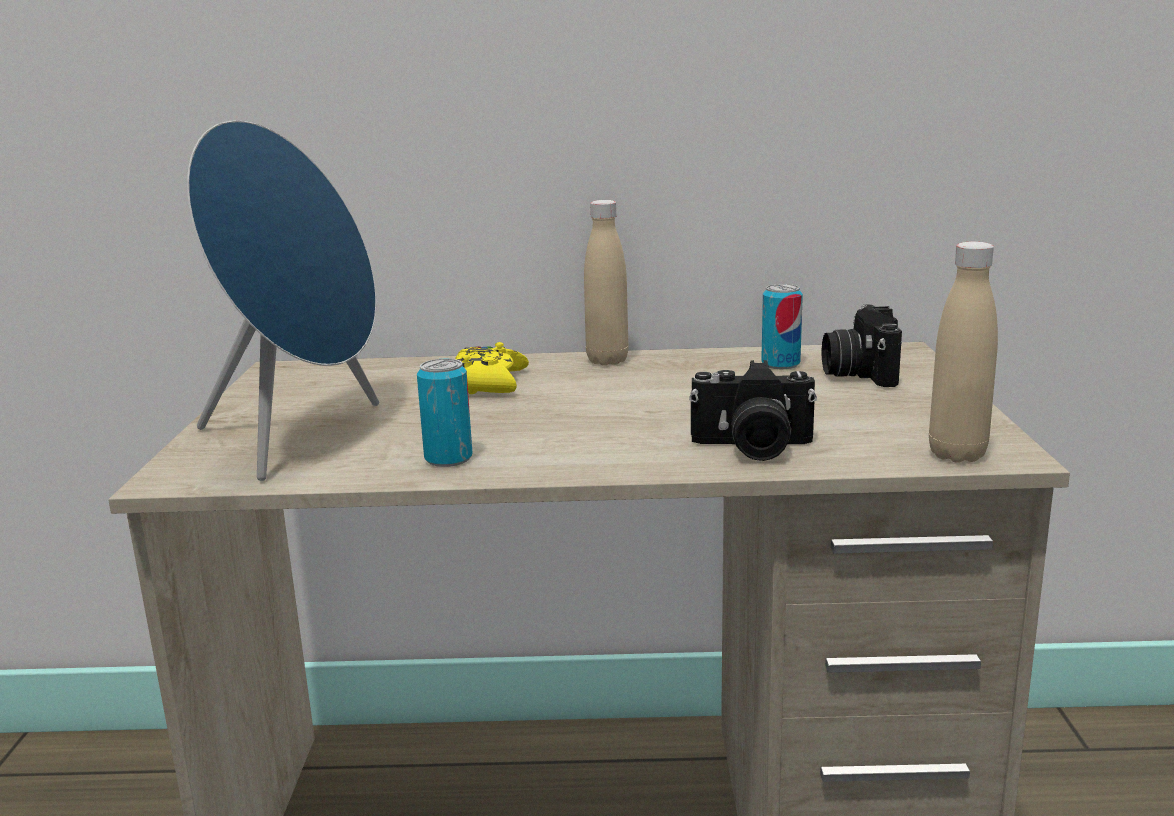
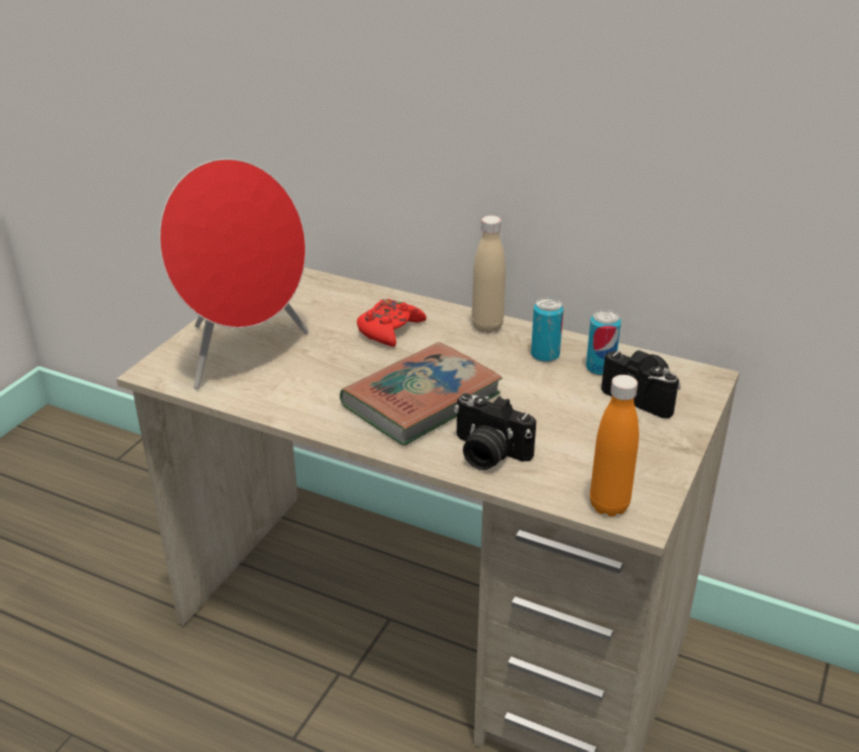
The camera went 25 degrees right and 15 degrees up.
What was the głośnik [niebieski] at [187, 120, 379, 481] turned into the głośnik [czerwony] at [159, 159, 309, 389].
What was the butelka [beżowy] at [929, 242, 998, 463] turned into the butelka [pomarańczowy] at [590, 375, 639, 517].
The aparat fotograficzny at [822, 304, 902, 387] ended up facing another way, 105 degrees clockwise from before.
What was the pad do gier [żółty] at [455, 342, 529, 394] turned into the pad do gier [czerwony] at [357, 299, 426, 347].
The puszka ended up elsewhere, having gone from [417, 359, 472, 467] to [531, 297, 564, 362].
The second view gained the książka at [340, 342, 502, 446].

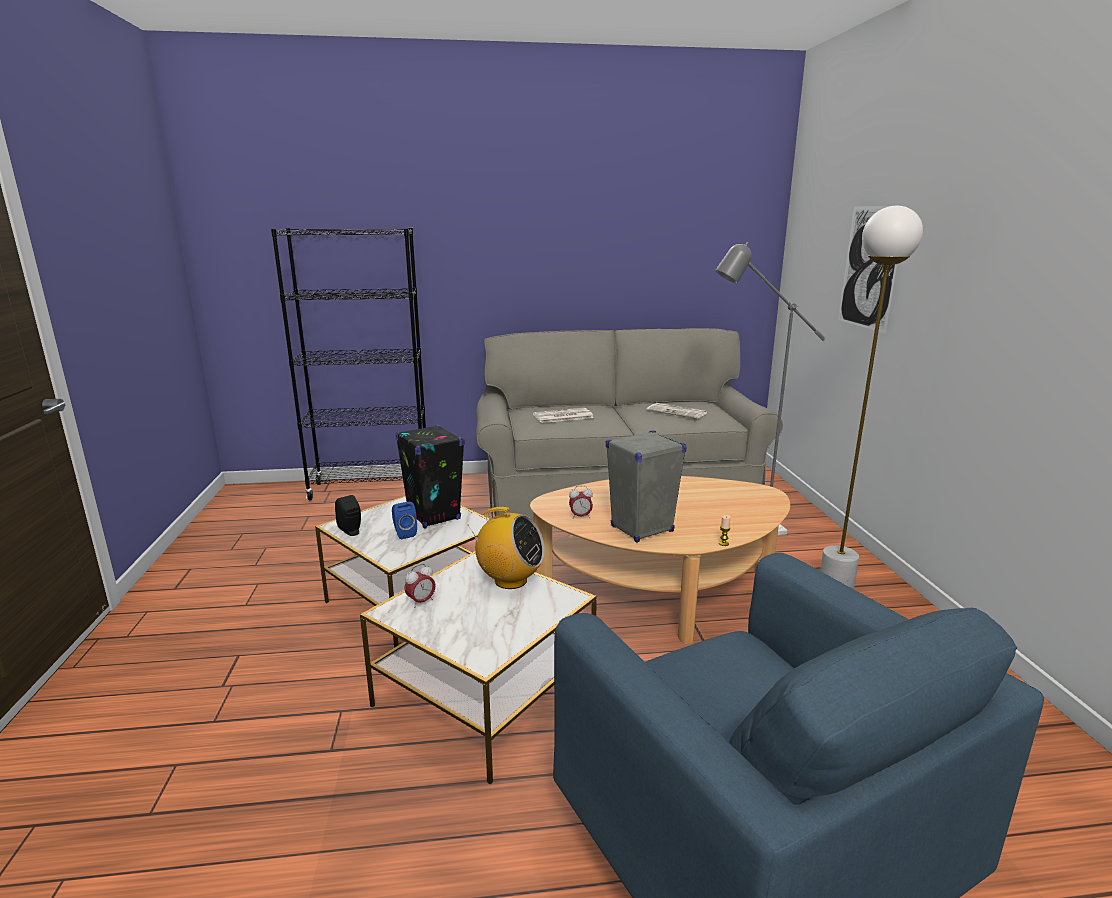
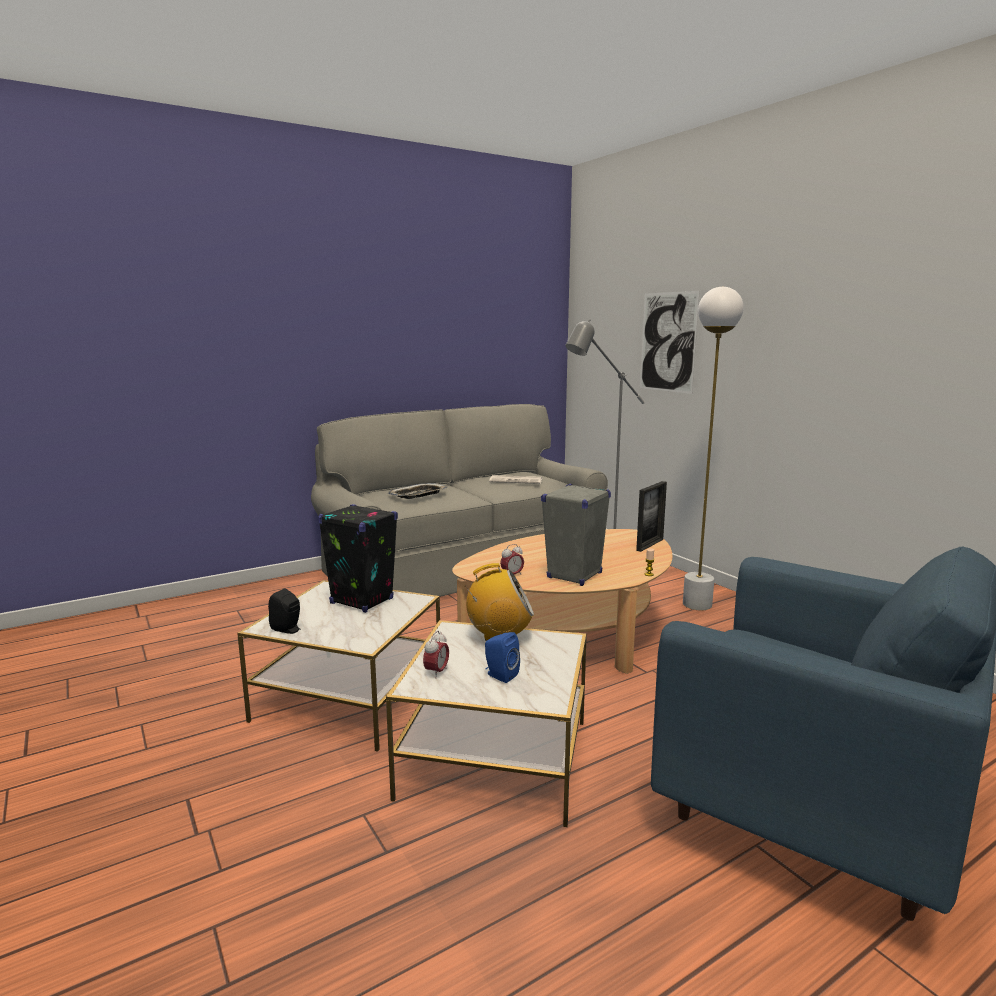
The camera went 25 degrees left and 5 degrees down.
The second view lost the regał [czarny] at [271, 228, 426, 500].
Where the gazeta stood at [533, 408, 594, 423], the taca came to stand at [388, 483, 447, 499].
The głośnik [niebieski] ended up elsewhere, having gone from [392, 502, 417, 539] to [485, 632, 520, 683].
The second view gained the ramka na zdjęcie at [636, 481, 667, 552].

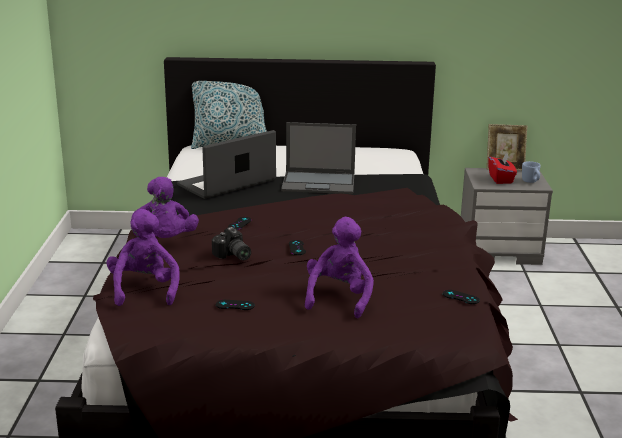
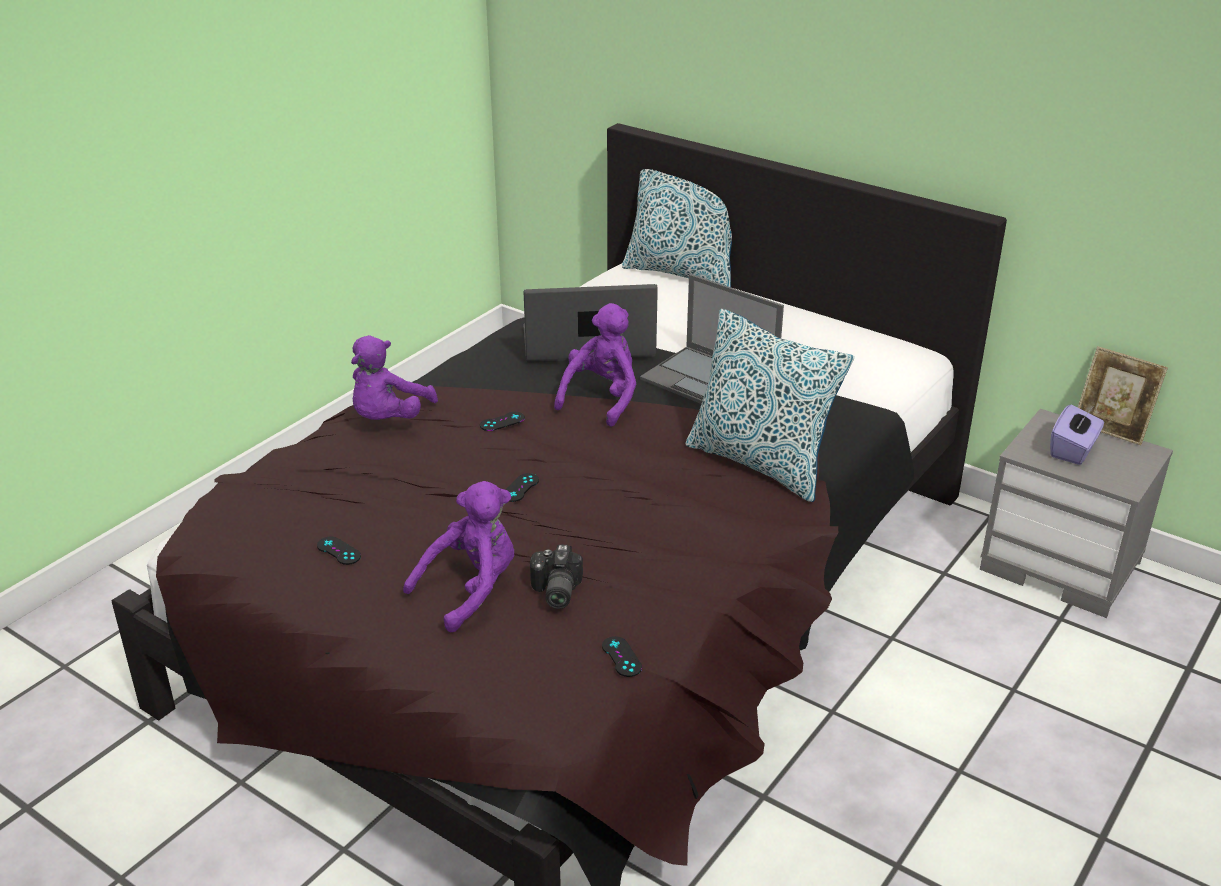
The camera went 35 degrees right and 10 degrees up.
What was the pudełko chusteczek [czerwony] at [488, 153, 517, 184] turned into the pudełko chusteczek [fioletowy] at [1050, 405, 1104, 465].
The second view lost the kubek [niebieski] at [522, 161, 541, 183].
The pluszak [fioletowy] ended up elsewhere, having gone from [107, 209, 180, 306] to [554, 303, 636, 427].
The aparat fotograficzny ended up elsewhere, having gone from [212, 227, 251, 260] to [530, 544, 583, 609].
The second view gained the poduszka at [685, 309, 854, 502].

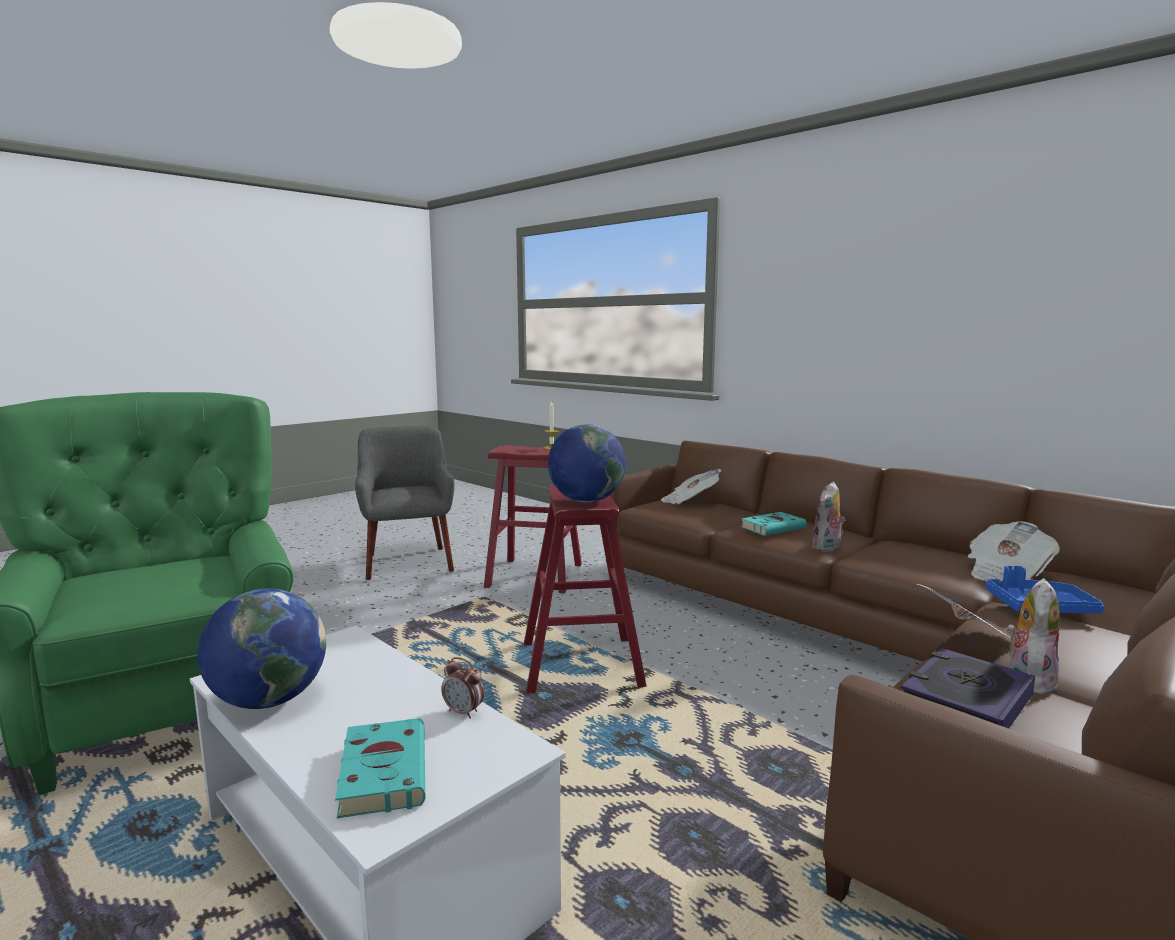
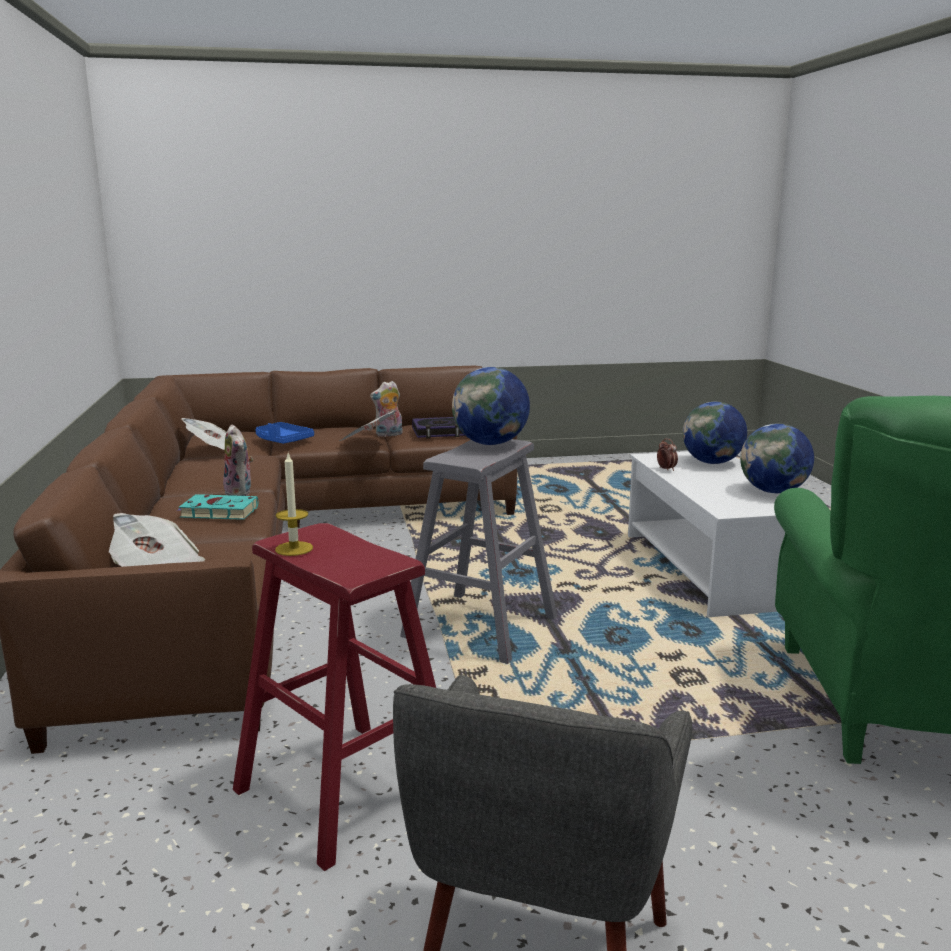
The camera went 145 degrees left and 5 degrees up.
The pluszak at [812, 482, 846, 552] ended up facing another way, 75 degrees clockwise from before.
What was the stołek [czerwony] at [524, 485, 647, 694] turned into the stołek [szary] at [400, 439, 557, 664].
Where the książka [turkusowy] stood at [335, 718, 425, 818], the globus came to stand at [683, 402, 747, 464].

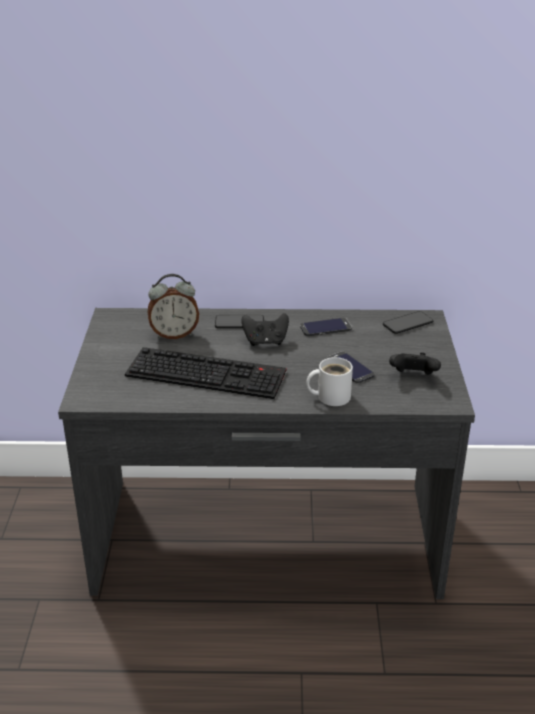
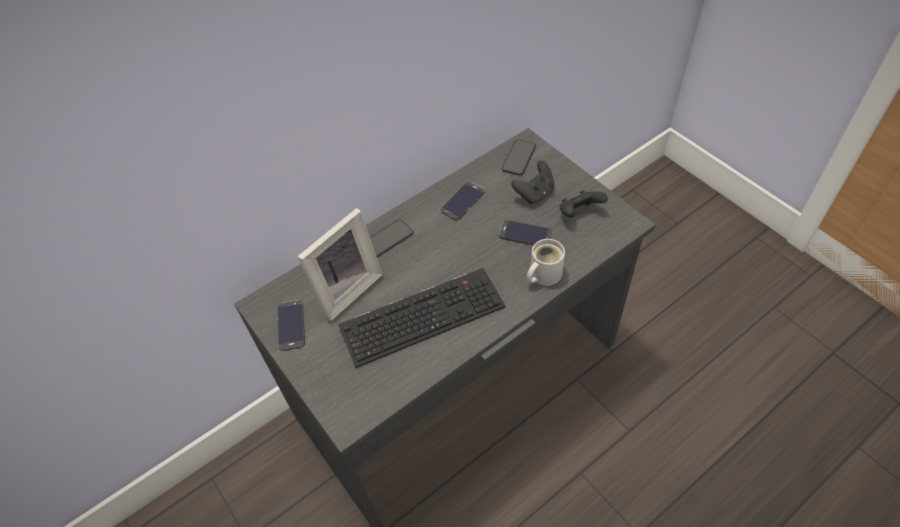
The camera went 35 degrees left and 20 degrees up.
Where the budzik stood at [148, 274, 199, 339], the ramka na zdjęcie came to stand at [298, 208, 383, 321].
The pad do gier [czarny] ended up elsewhere, having gone from [241, 313, 289, 346] to [511, 161, 555, 204].
The second view gained the telefon at [277, 300, 305, 351].

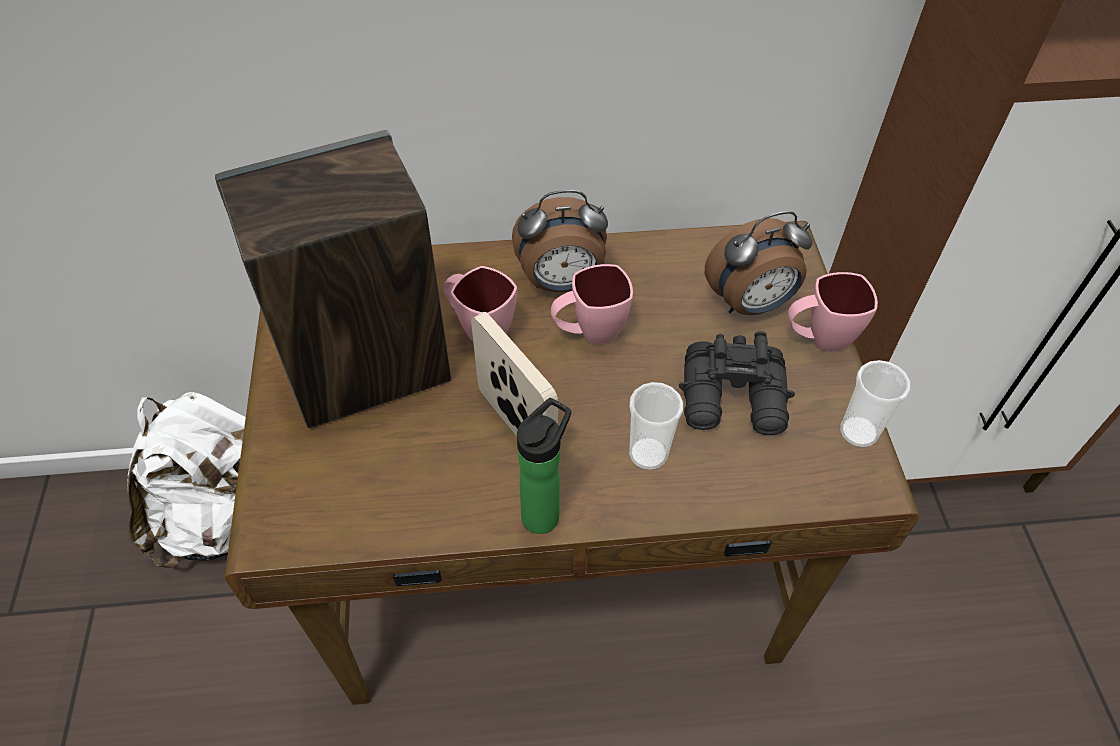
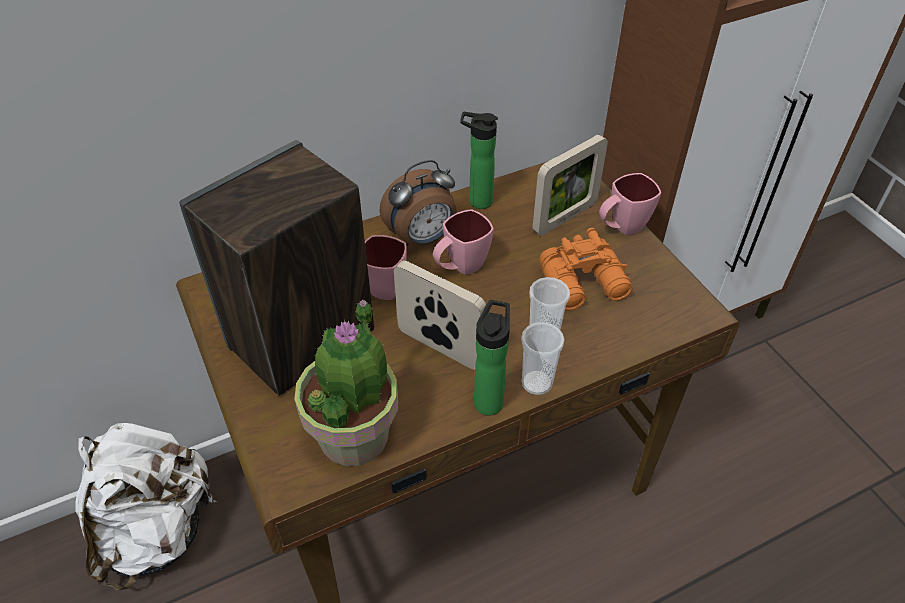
The camera went 20 degrees left and 5 degrees down.
Where the budzik stood at [705, 211, 813, 315], the ramka na zdjęcie came to stand at [532, 135, 608, 236].
What was the lornetka [czarny] at [679, 331, 795, 435] turned into the lornetka [pomarańczowy] at [539, 228, 632, 311].
The filiżanka ended up elsewhere, having gone from [840, 360, 911, 447] to [521, 322, 564, 395].
The second view gained the butelka at [460, 112, 498, 209].
The second view gained the roślina doniczkowa at [294, 300, 398, 466].

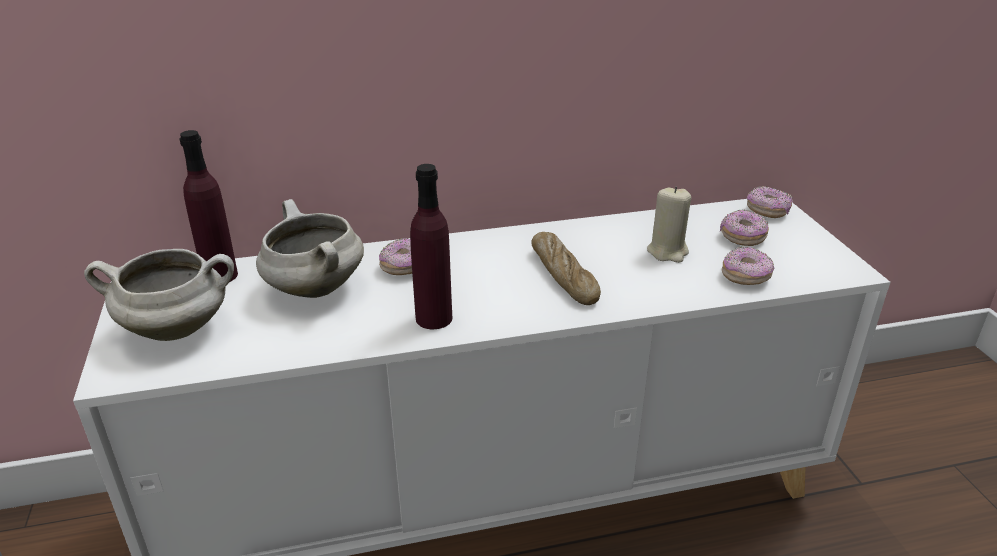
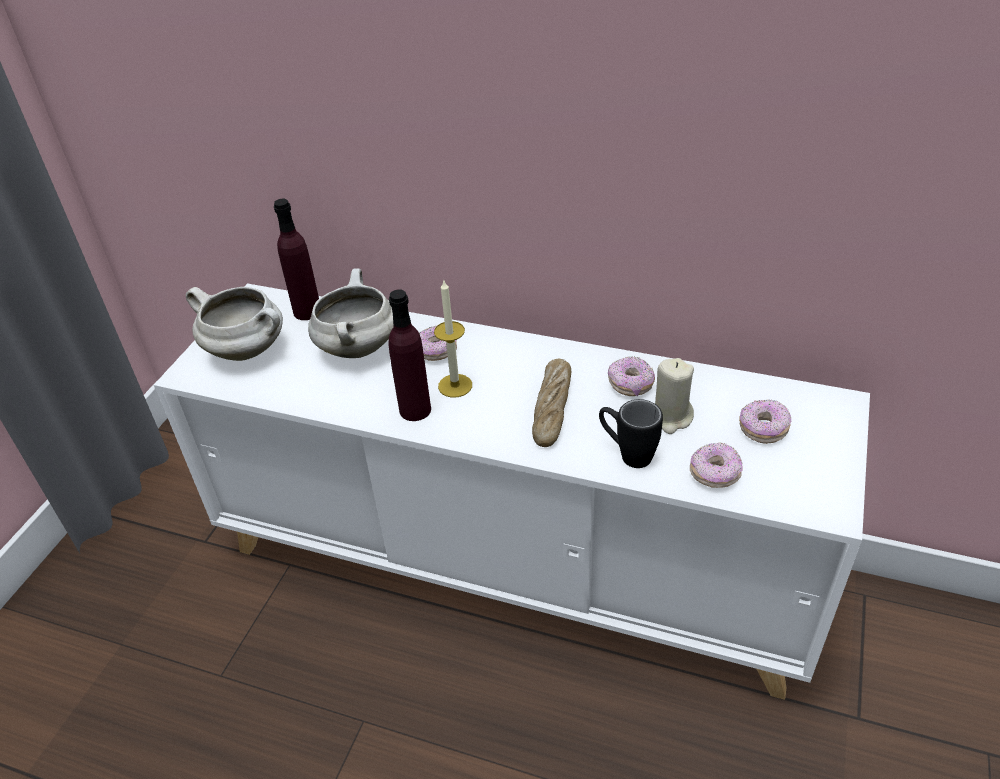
The camera went 35 degrees right and 10 degrees up.
The donut ended up elsewhere, having gone from [747, 186, 793, 218] to [608, 356, 655, 396].
The second view gained the świeca at [434, 281, 472, 398].
The second view gained the kubek [czarny] at [599, 399, 663, 468].

